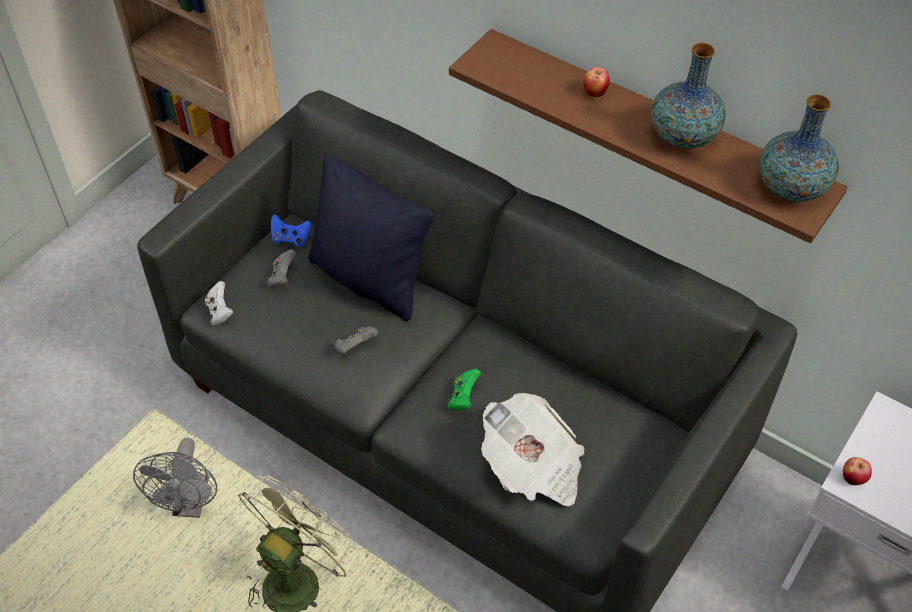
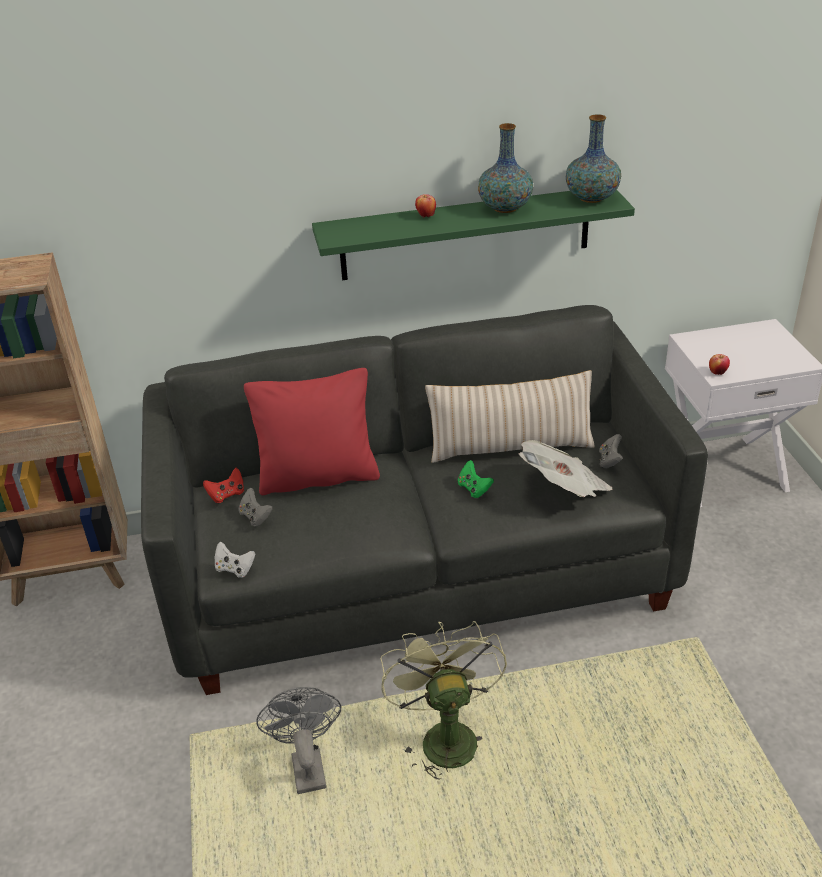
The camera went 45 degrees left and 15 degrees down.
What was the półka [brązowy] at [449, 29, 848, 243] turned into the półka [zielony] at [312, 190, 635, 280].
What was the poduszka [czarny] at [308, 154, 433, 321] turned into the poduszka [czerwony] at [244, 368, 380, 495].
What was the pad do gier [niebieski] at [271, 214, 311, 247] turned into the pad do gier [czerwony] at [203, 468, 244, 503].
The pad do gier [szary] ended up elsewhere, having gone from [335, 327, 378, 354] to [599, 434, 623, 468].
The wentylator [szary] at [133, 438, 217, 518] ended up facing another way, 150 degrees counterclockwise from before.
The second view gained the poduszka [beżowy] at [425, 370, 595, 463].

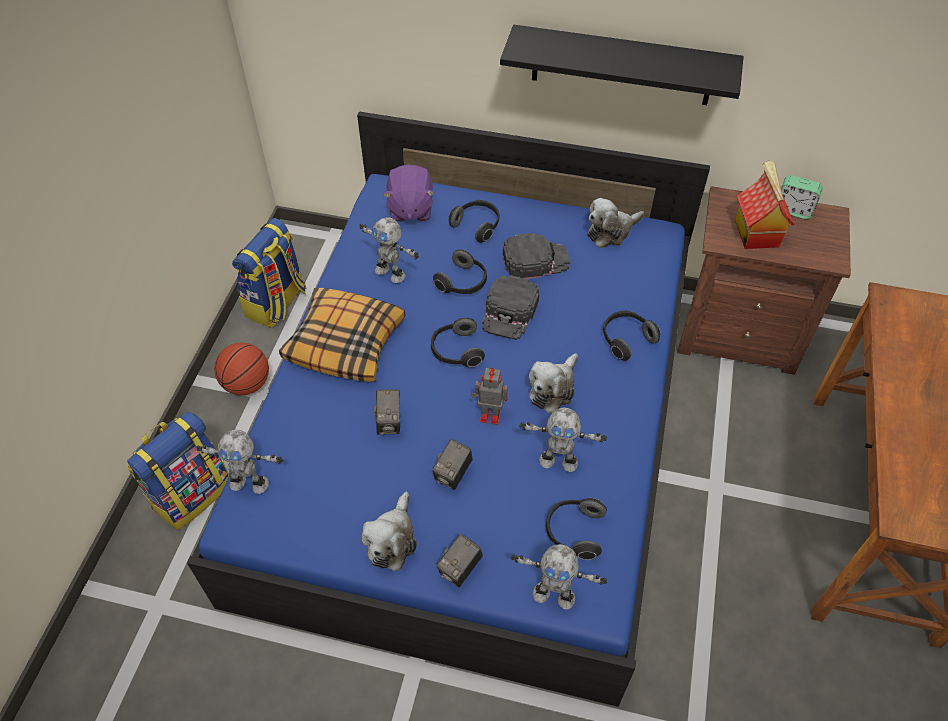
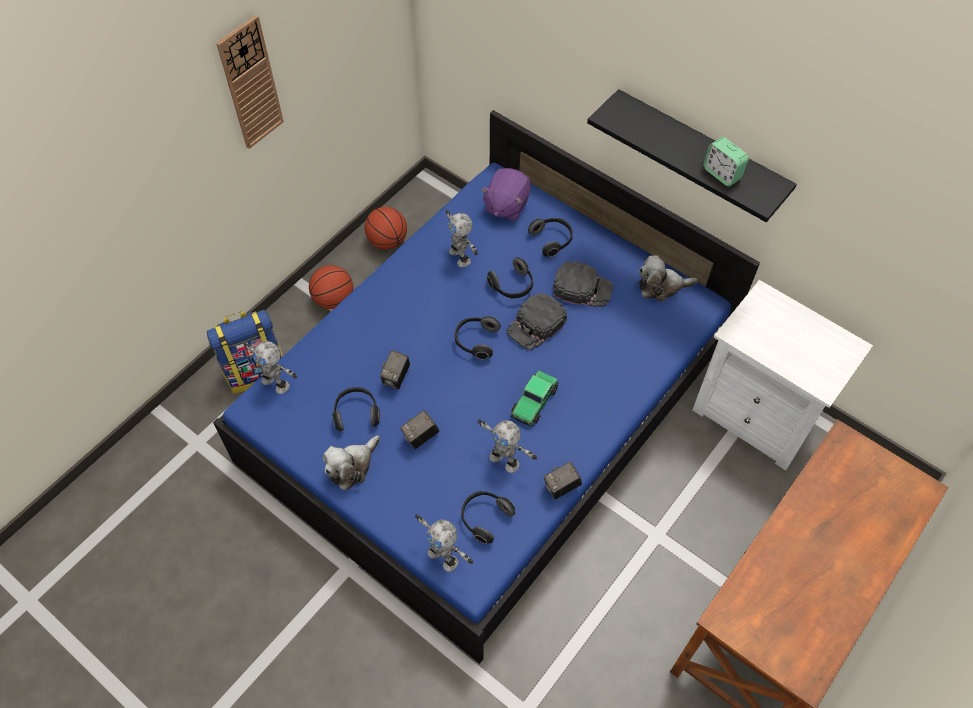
The camera went 25 degrees right and 5 degrees up.
The second view lost the domek at [735, 161, 795, 249].
The budzik ended up elsewhere, having gone from [781, 175, 823, 219] to [703, 137, 749, 186].
What was the szafka nocna [brązowy] at [677, 186, 851, 375] turned into the szafka nocna [biały] at [692, 280, 873, 471].
Where the plecak stood at [232, 218, 306, 328], the piłka do koszykówki came to stand at [365, 207, 407, 249].
The second view lost the poduszka at [279, 288, 405, 382].
The słuchawki ended up elsewhere, having gone from [603, 311, 660, 361] to [332, 387, 380, 432].
Where the pluszak stood at [529, 353, 578, 414], the samochodzik came to stand at [511, 370, 558, 426].
The second view lost the robot zabawkowy at [472, 368, 508, 425].
The aparat fotograficzny ended up elsewhere, having gone from [437, 534, 483, 587] to [544, 462, 582, 499].
The second view gained the zegar ścienny at [216, 15, 284, 149].

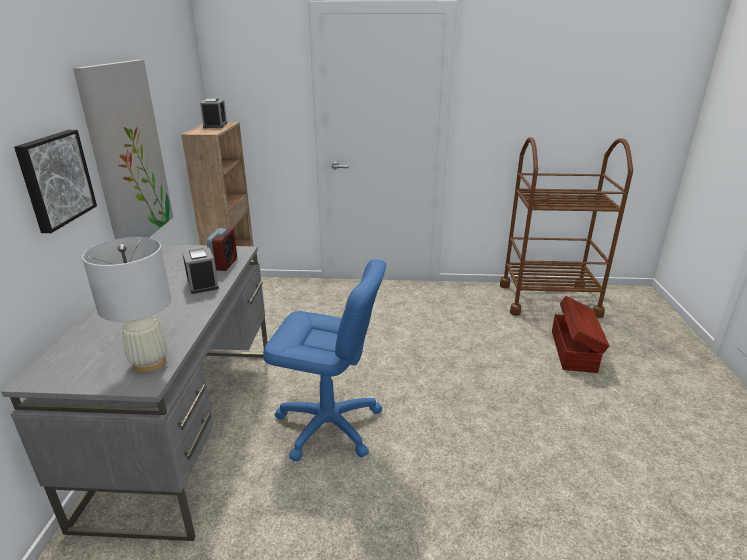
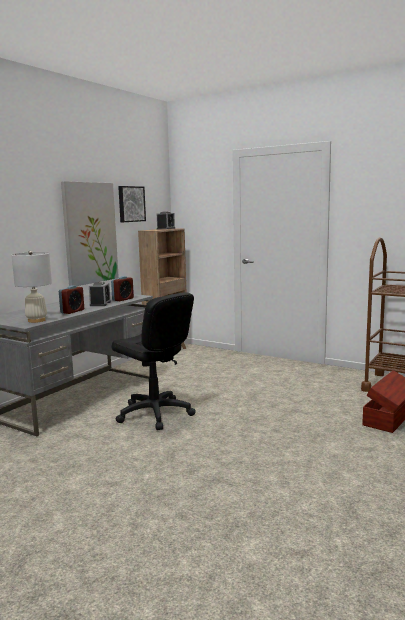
The camera went 30 degrees right and 15 degrees down.
The obraz ended up elsewhere, having gone from [14, 130, 97, 233] to [118, 186, 146, 222].
What was the krzesło biurowe [niebieski] at [263, 260, 386, 462] turned into the krzesło biurowe [czarny] at [111, 292, 196, 430].
The second view gained the budzik at [59, 285, 84, 314].

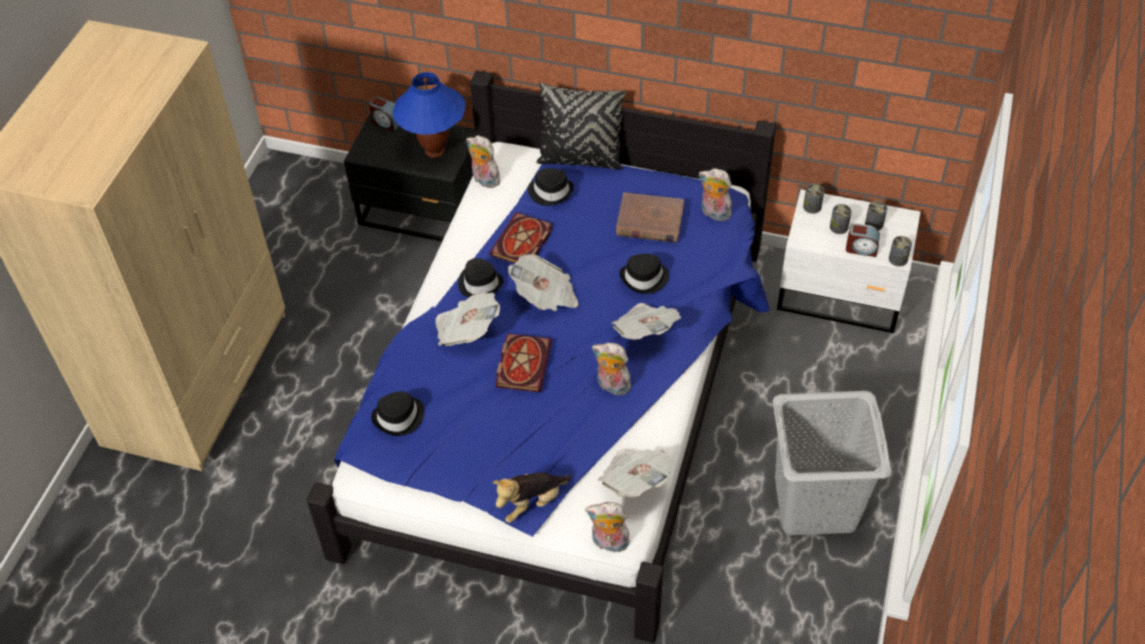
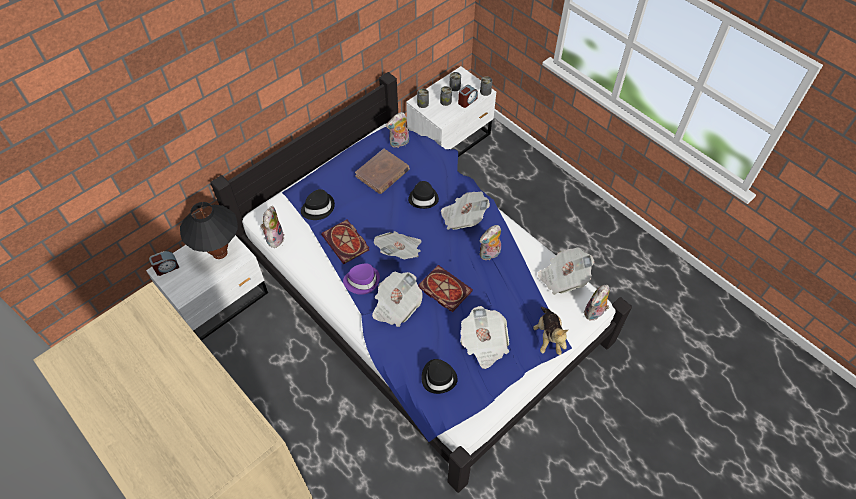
The camera went 60 degrees left and 5 degrees up.
What was the lampa stołowa [niebieski] at [393, 72, 466, 158] turned into the lampa stołowa [czarny] at [180, 202, 238, 259].
The second view lost the poduszka [czarny] at [536, 82, 626, 170].
What was the szafka nocna [czarny] at [344, 112, 475, 241] turned into the szafka nocna [biały] at [146, 235, 268, 341].
The pluszak at [466, 135, 500, 188] ended up facing another way, 120 degrees clockwise from before.
What was the kapelusz [czarny] at [458, 258, 503, 297] turned into the kapelusz [fioletowy] at [343, 263, 380, 295].
The second view lost the kosz na pranie [szary] at [773, 391, 892, 535].
The second view gained the gazeta at [460, 306, 509, 369].

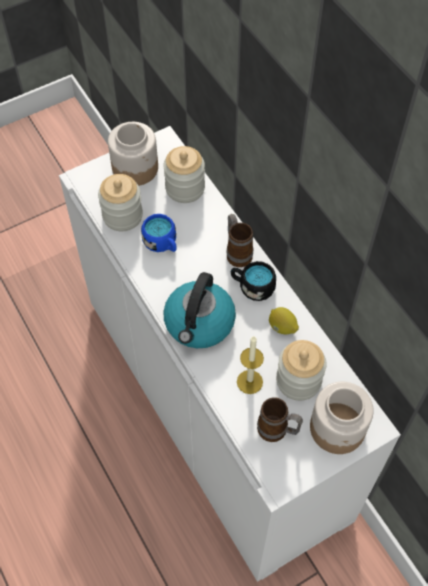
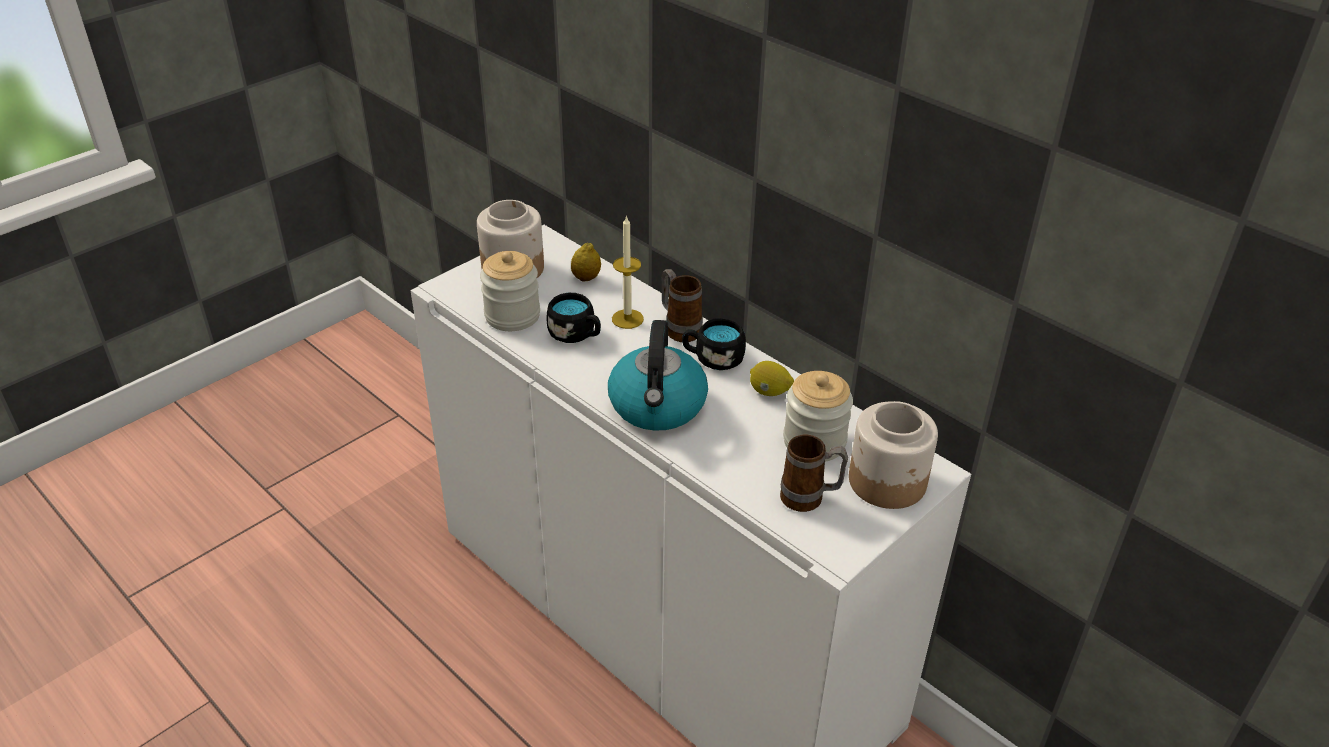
The camera went 15 degrees left and 20 degrees down.
Where the słoik stood at [163, 146, 205, 203], the cytryna came to stand at [571, 242, 601, 281].
What was the kubek [niebieski] at [141, 214, 177, 252] turned into the kubek [czarny] at [546, 293, 601, 343].
The świeca ended up elsewhere, having gone from [237, 336, 264, 394] to [612, 215, 644, 329].

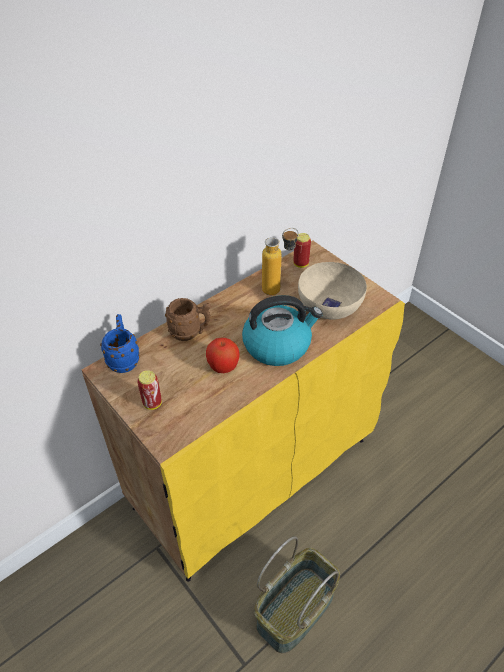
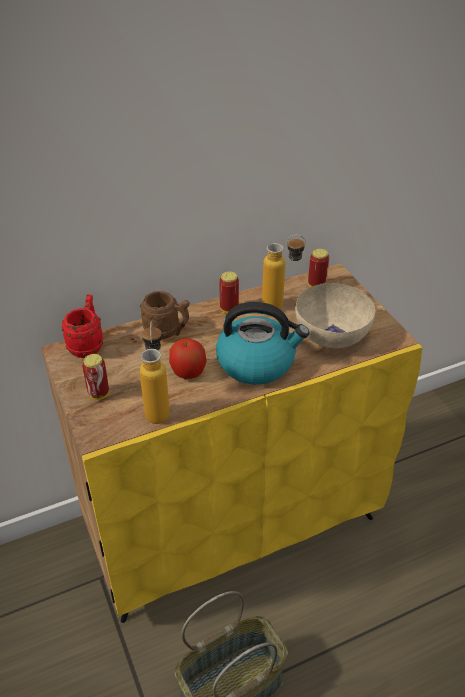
The camera went 15 degrees right and 5 degrees down.
What was the kubek [niebieski] at [100, 314, 140, 373] turned into the kubek [czerwony] at [62, 294, 103, 358].
The second view gained the puszka at [219, 271, 239, 313].
The second view gained the butelka at [140, 321, 170, 424].

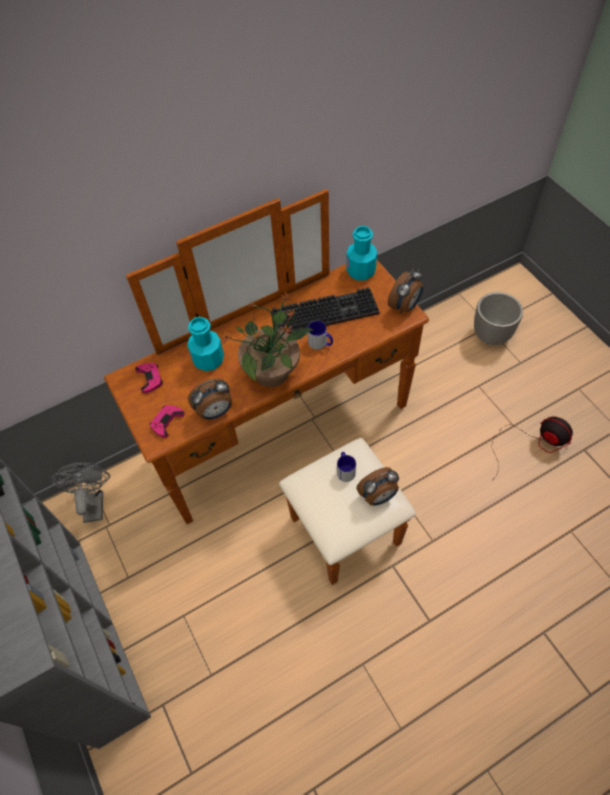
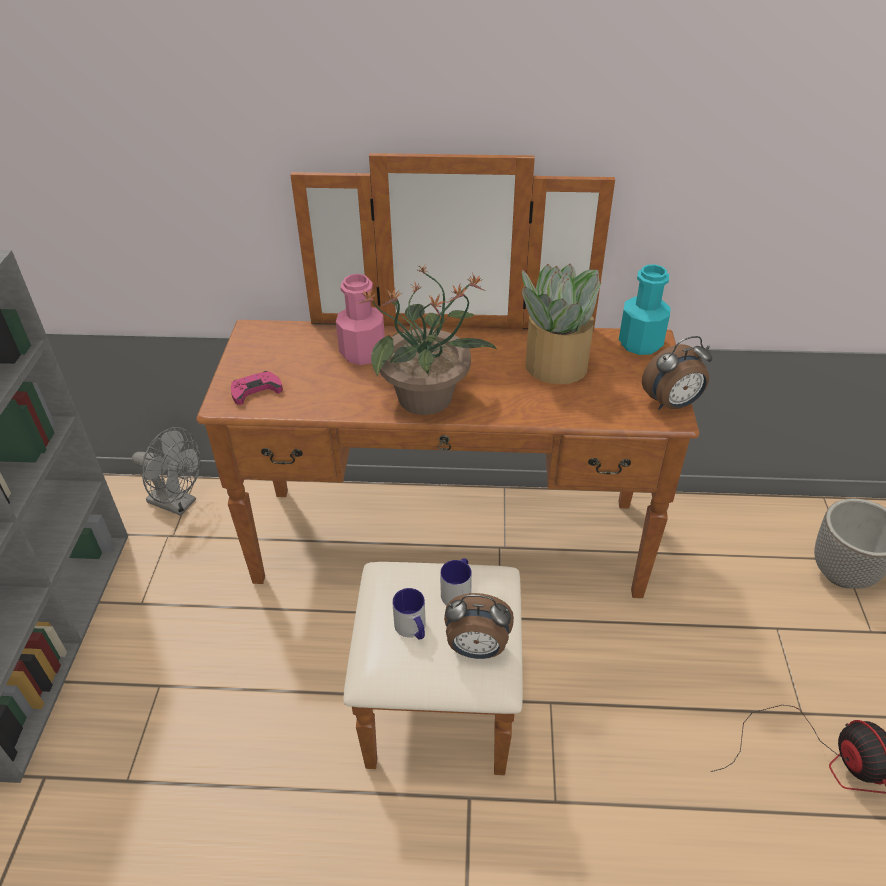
The camera went 30 degrees right and 15 degrees down.
Where the klawiatura stood at [271, 287, 380, 333], the roślina doniczkowa came to stand at [522, 264, 602, 384].
What was the butelka [turkusowy] at [187, 317, 224, 371] turned into the butelka [różowy] at [336, 274, 385, 365].
The kubek ended up elsewhere, having gone from [307, 321, 333, 350] to [392, 588, 426, 640].
The second view lost the pad do gier [różowy] at [135, 363, 163, 393].
The second view lost the budzik at [188, 379, 232, 420].
The wentylator [szary] at [51, 463, 110, 523] ended up facing another way, 90 degrees clockwise from before.

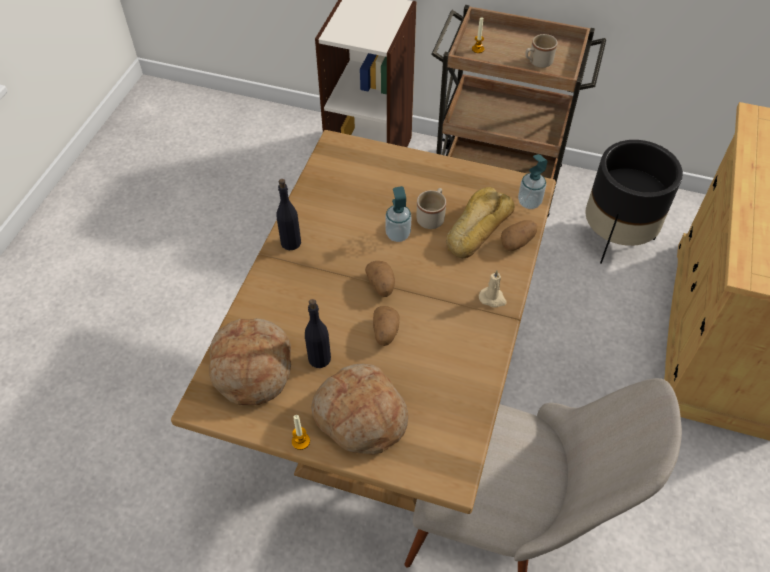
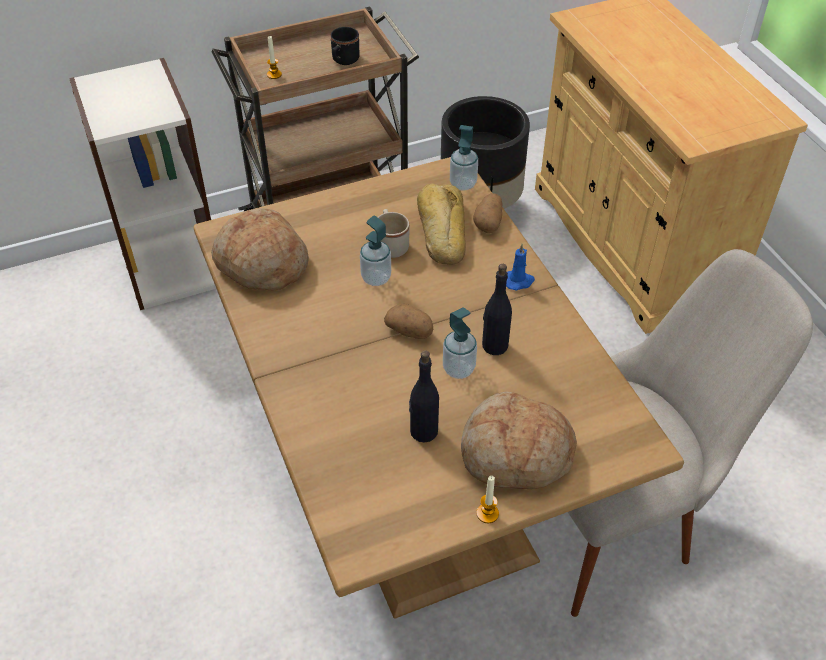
The camera went 40 degrees left and 5 degrees down.
What was the kubek [beżowy] at [525, 34, 557, 68] turned into the kubek [czarny] at [331, 27, 360, 65].
The butelka [czarny] ended up elsewhere, having gone from [276, 179, 301, 250] to [482, 264, 512, 355].
What was the świeca [beżowy] at [479, 270, 507, 308] turned into the świeca [niebieski] at [506, 243, 535, 291].
Where the ziemniak stood at [373, 306, 400, 346], the dozownik mydła came to stand at [443, 307, 477, 379].
The chleb ended up elsewhere, having gone from [209, 318, 291, 405] to [211, 208, 309, 291].

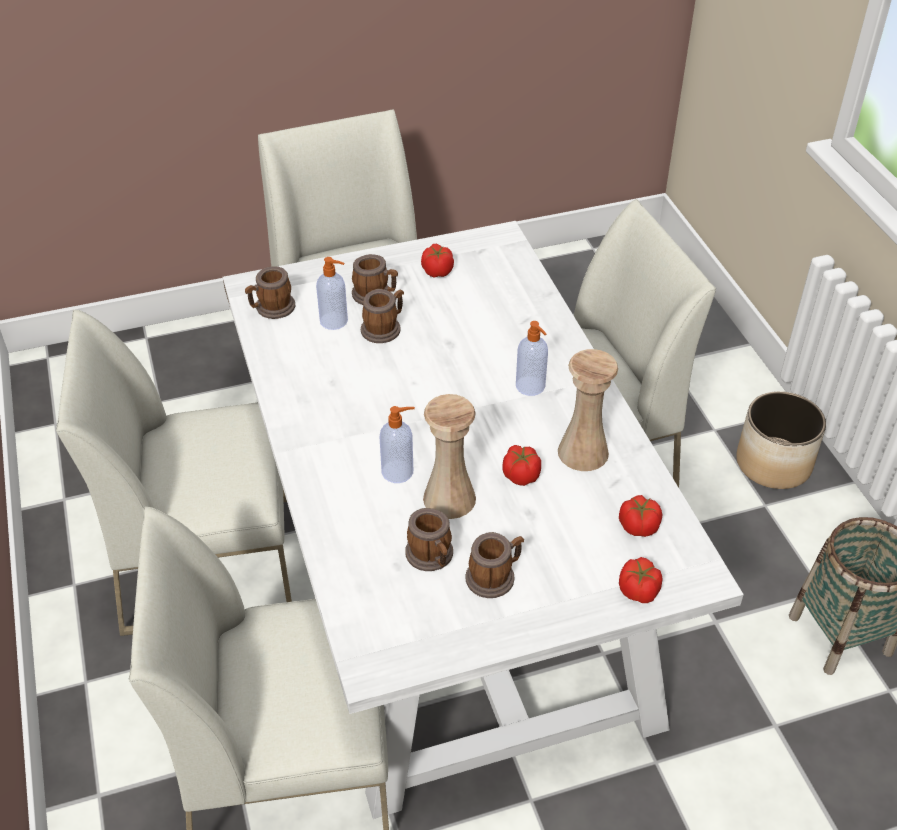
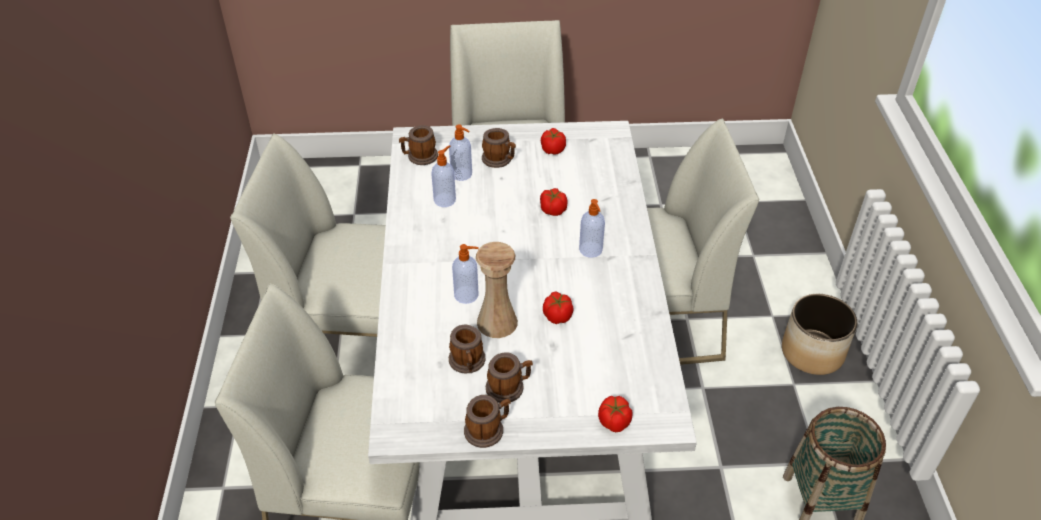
The camera went 15 degrees right and 0 degrees up.
The kubek ended up elsewhere, having gone from [361, 289, 404, 343] to [464, 395, 511, 448].
The second view lost the wazon [beżowy] at [558, 349, 618, 471].
The pomidor ended up elsewhere, having gone from [619, 495, 662, 537] to [540, 188, 567, 216].
The second view gained the dozownik mydła at [431, 145, 456, 207].

